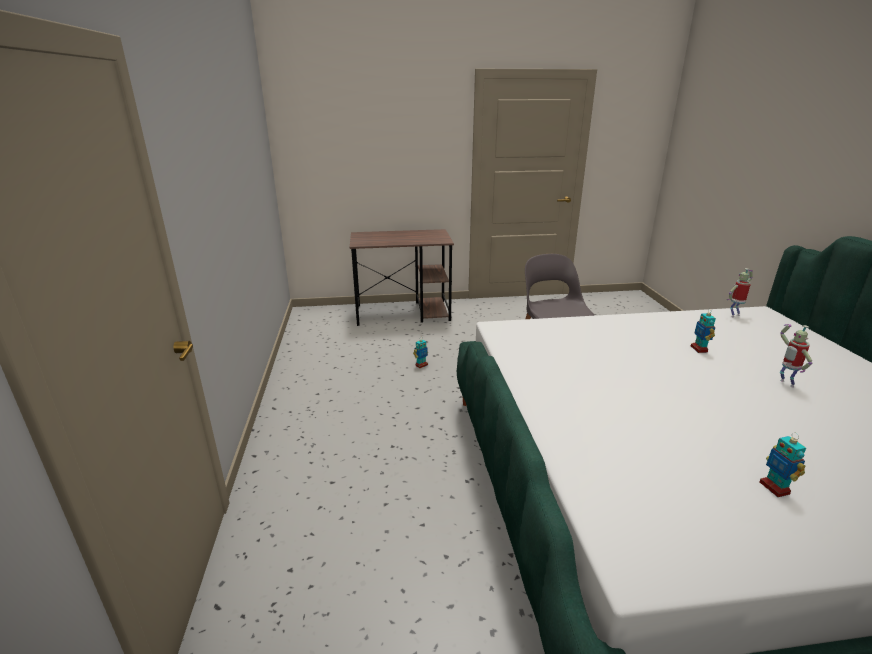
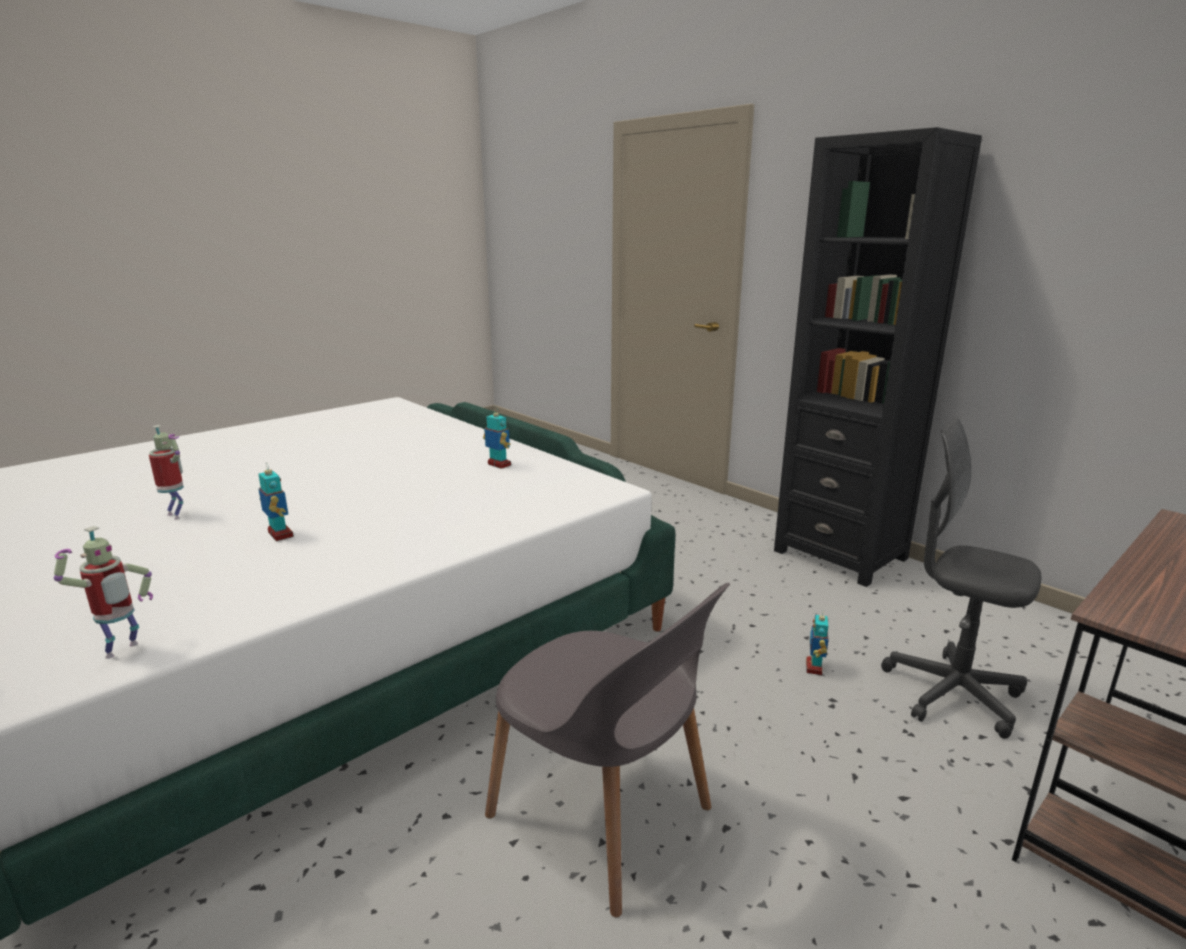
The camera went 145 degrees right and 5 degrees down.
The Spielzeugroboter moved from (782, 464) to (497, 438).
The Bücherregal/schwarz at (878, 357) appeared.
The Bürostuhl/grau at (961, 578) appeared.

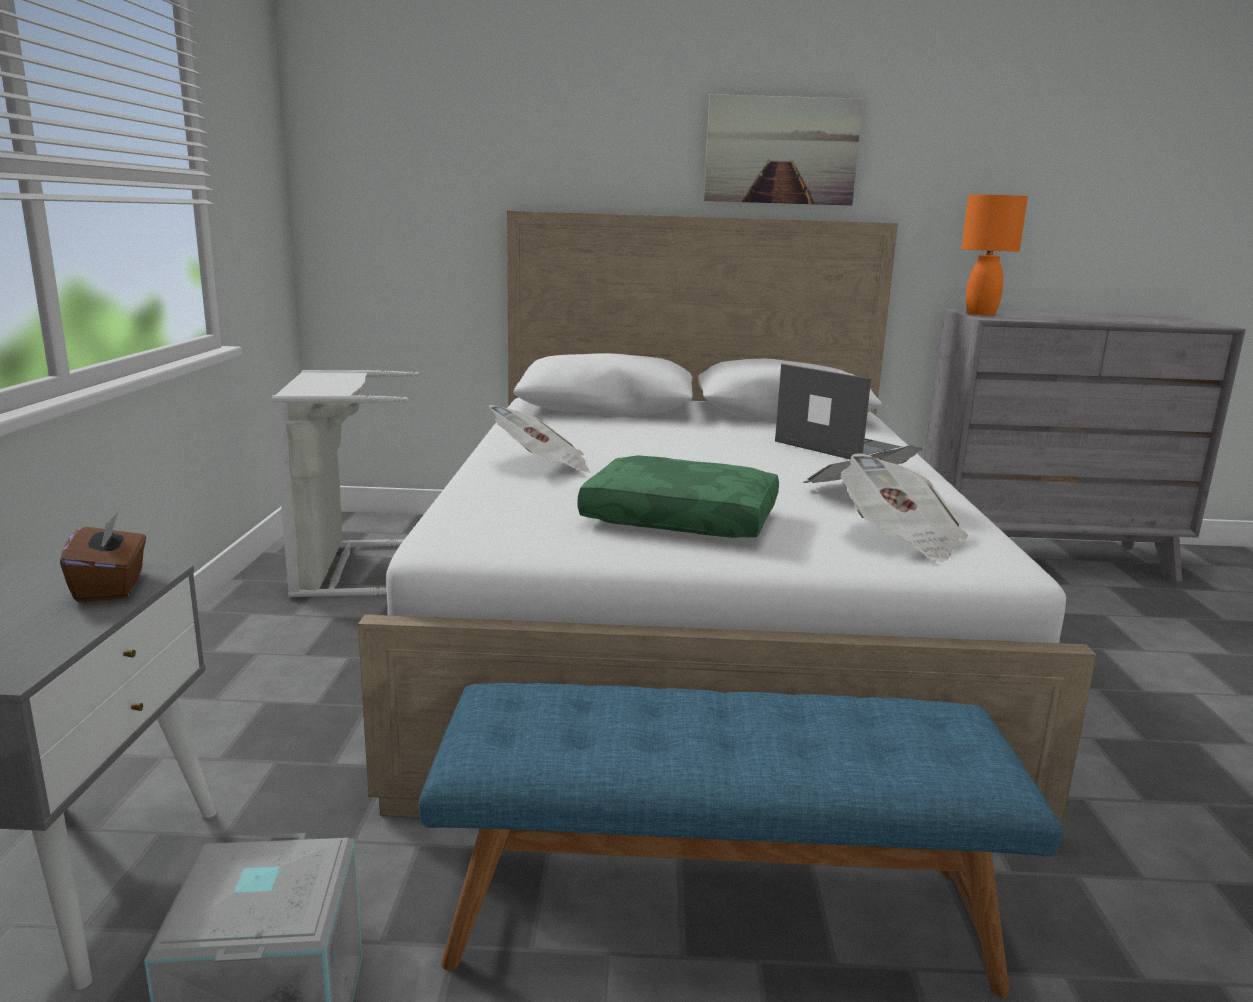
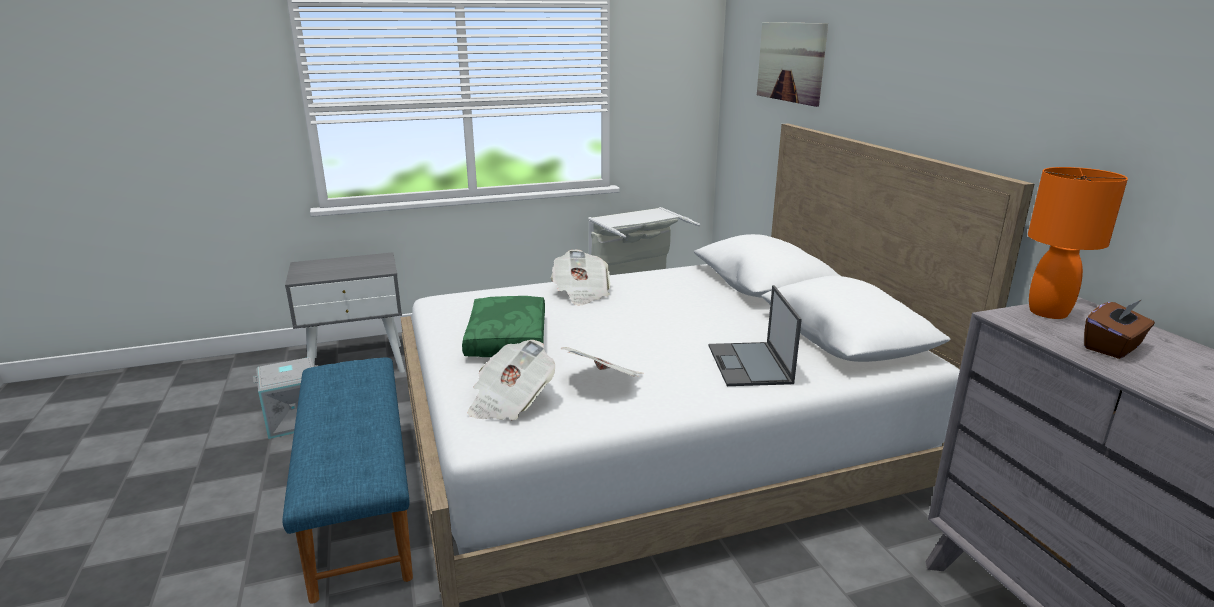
The camera went 70 degrees right and 5 degrees up.
The Taschentuchbox/braun moved from (103, 556) to (1119, 329).
The Bild moved from (783, 150) to (792, 64).
The Laptop at (838, 411) turned 150 degrees clockwise.

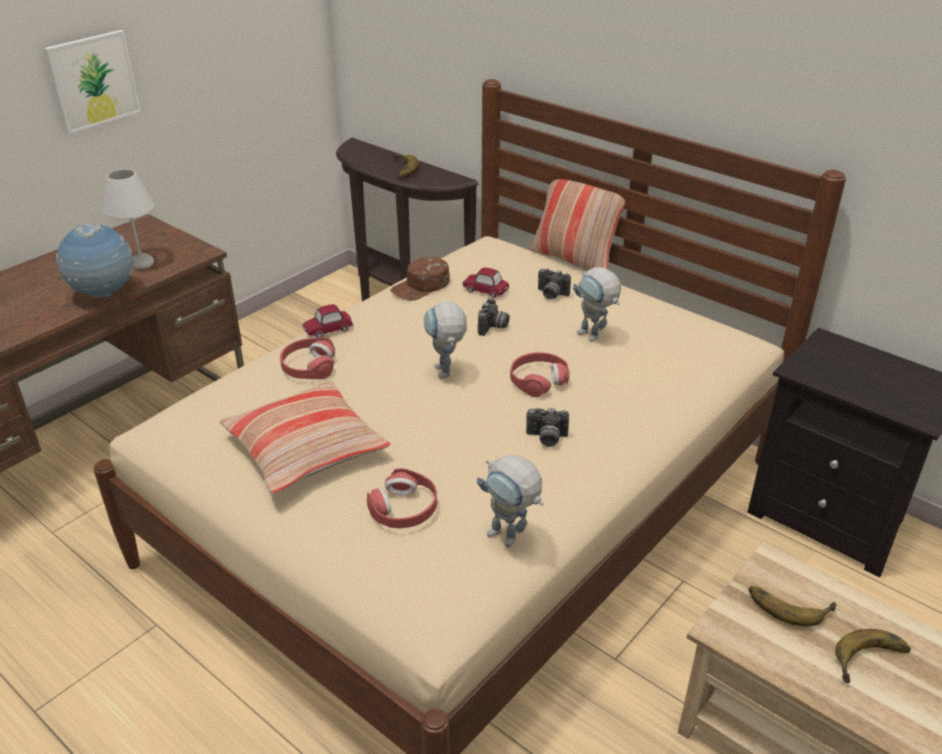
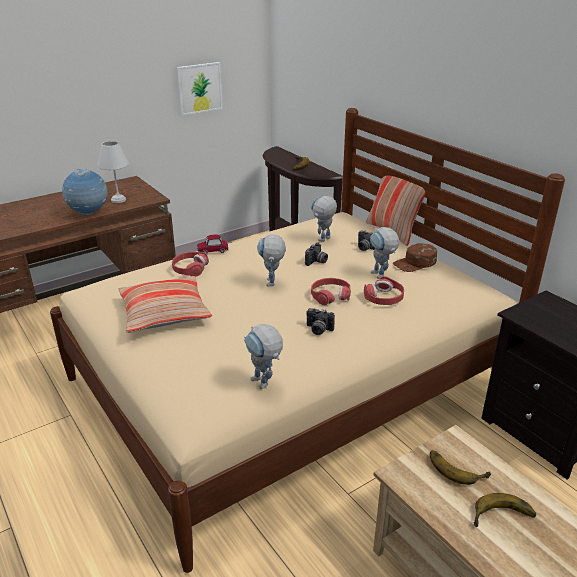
The camera went 15 degrees right and 5 degrees down.
The Bild moved from (92, 82) to (200, 88).
The Kopfhörer/rot moved from (402, 498) to (384, 290).
The Kappe/braun moved from (420, 279) to (415, 257).
The Spielzeugauto at (486, 283) was replaced by the Spielzeugroboter at (324, 219).

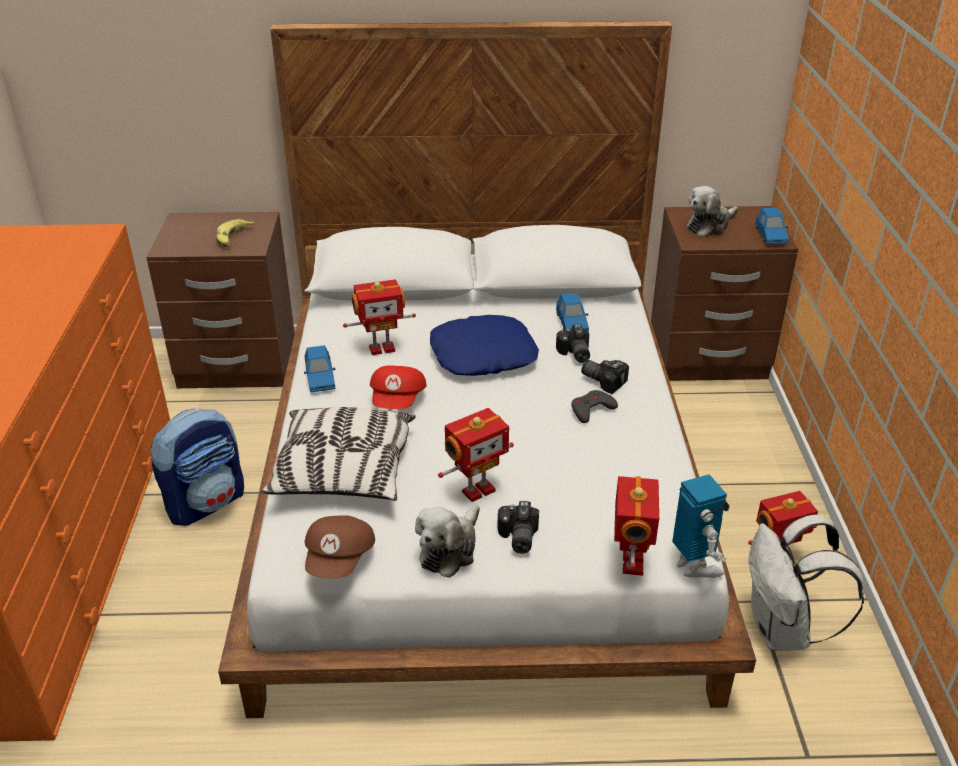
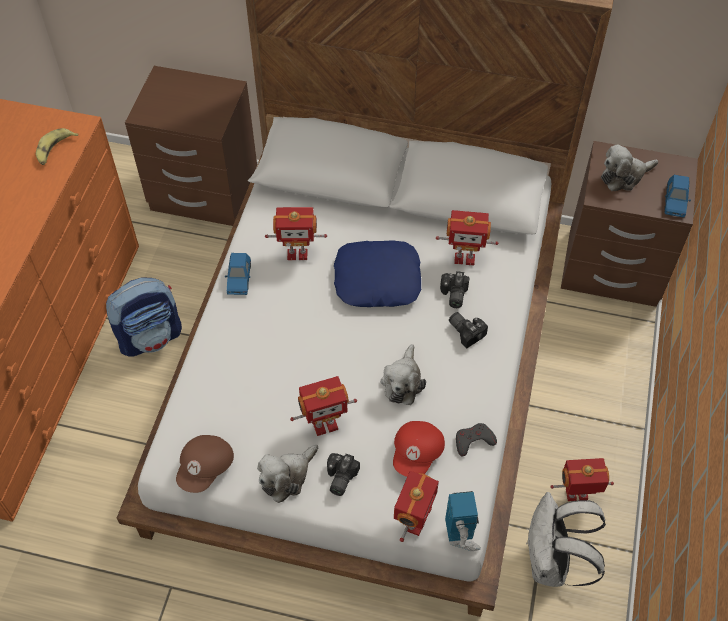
The camera went 15 degrees right and 20 degrees up.
The Banane moved from (235, 233) to (57, 146).
The Kissen at (338, 454) disappeared.
The Kappe/rot moved from (398, 387) to (419, 449).
The Spielzeugauto/blau at (572, 312) was replaced by the Spielzeugroboter at (467, 238).
The Gamepad/grau moved from (594, 406) to (476, 439).
The Plüschtier at (403, 374) appeared.

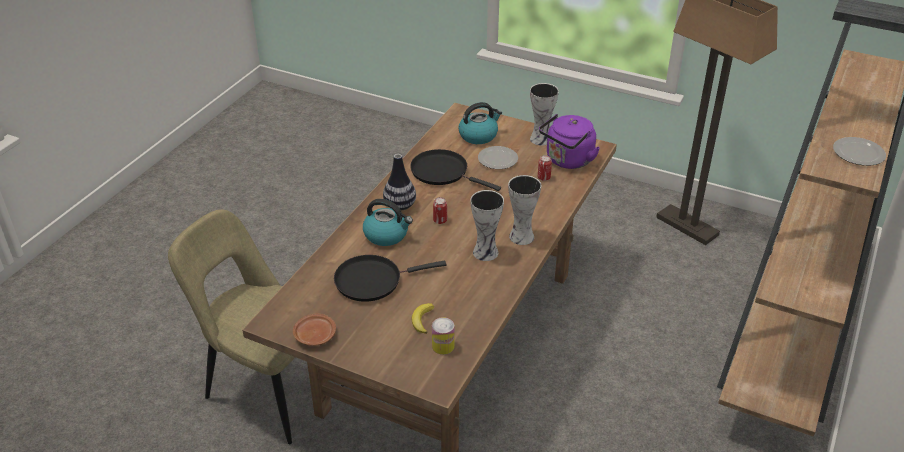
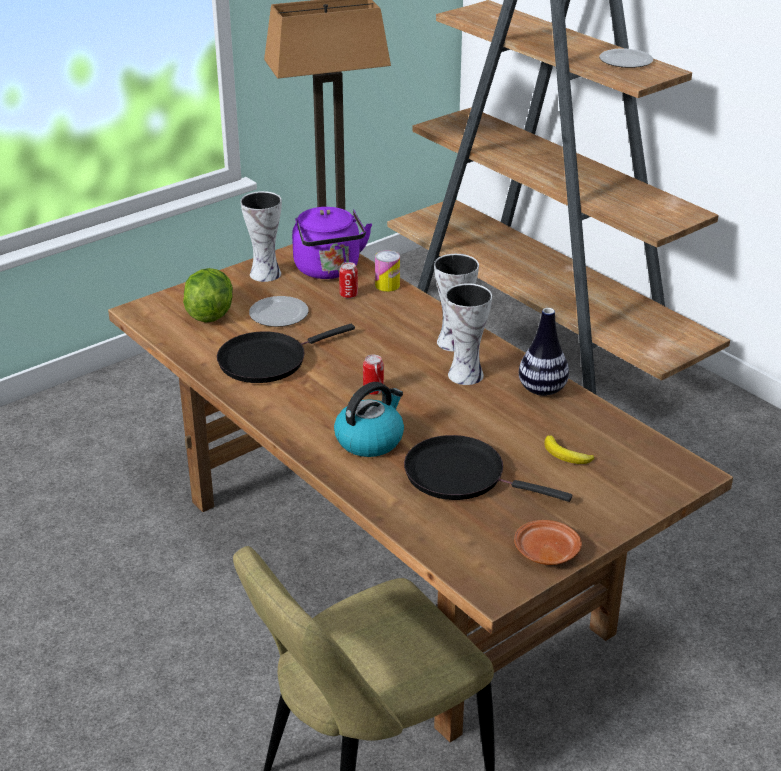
The camera went 65 degrees left and 5 degrees down.
The Pfanne/schwarz at (390, 278) turned 105 degrees clockwise.
The Vase moved from (399, 182) to (544, 352).
The Dose moved from (443, 336) to (387, 271).
The Wasserkessel at (480, 123) was replaced by the Salatkopf at (208, 295).

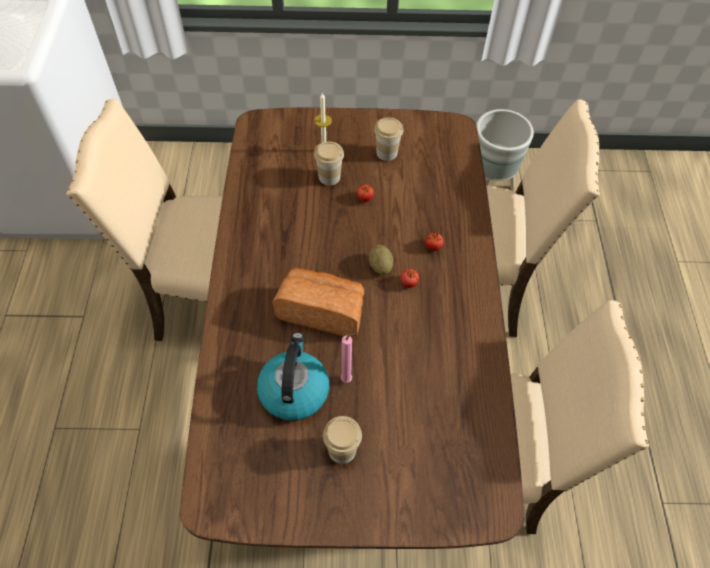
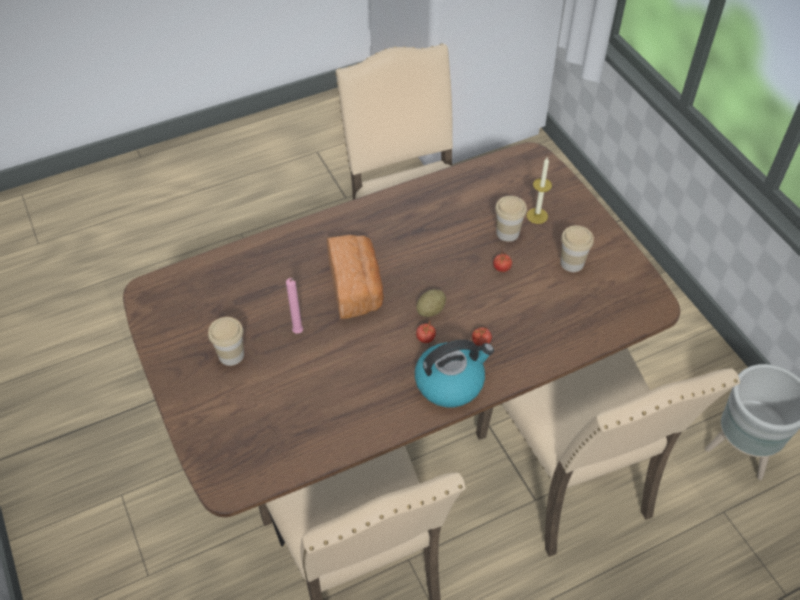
The camera went 65 degrees right and 5 degrees down.
The Wasserkessel moved from (293, 377) to (454, 374).

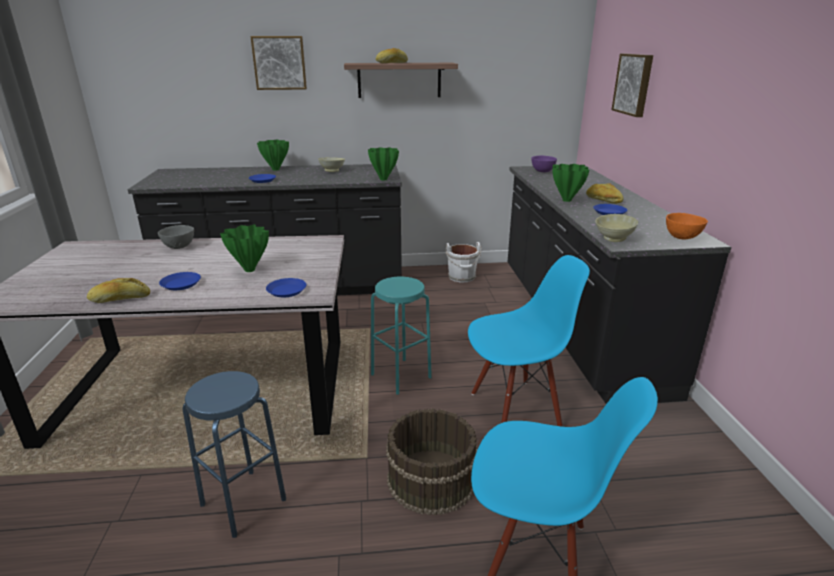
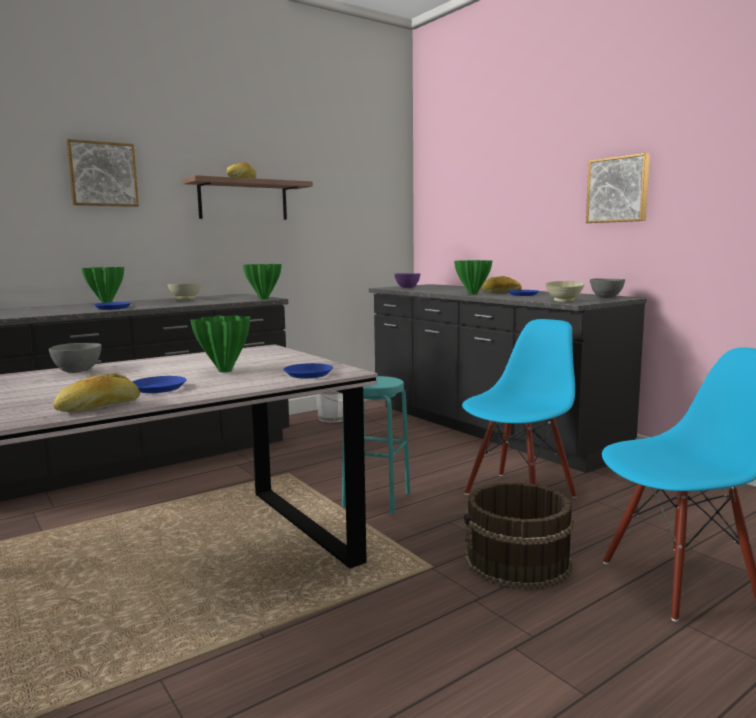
The camera went 30 degrees left and 15 degrees down.
The Hocker/blau at (234, 454) disappeared.
The Bild moved from (632, 85) to (618, 188).
The Schüssel/orange at (687, 226) became the Schüssel/grau at (607, 288).

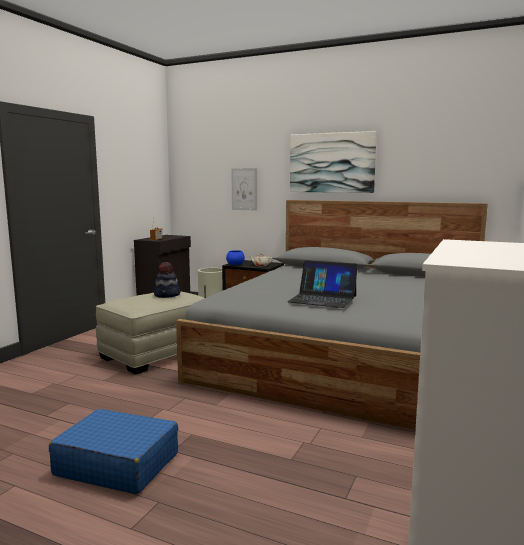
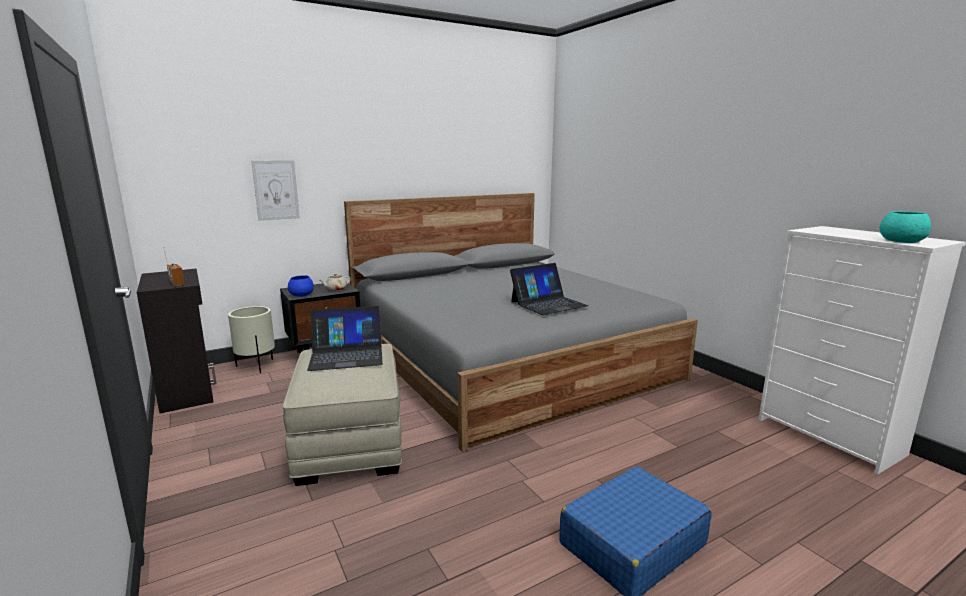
The camera went 55 degrees left and 5 degrees up.
The Hut at (167, 280) was replaced by the Laptop at (345, 338).
The Bild at (333, 162) disappeared.
The Schüssel/türkis at (905, 227) appeared.

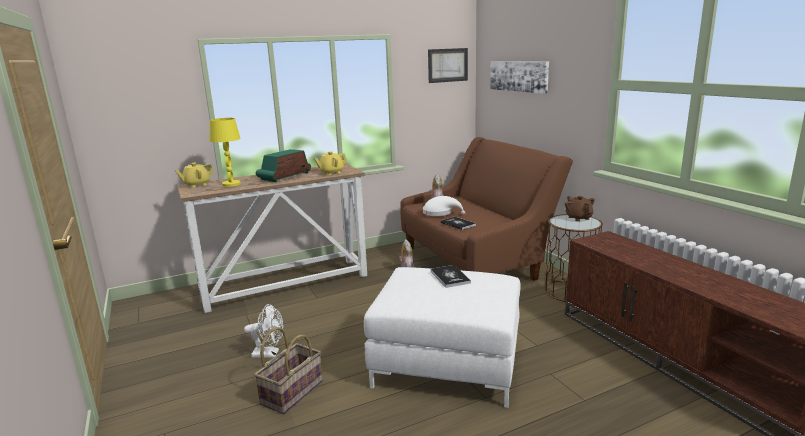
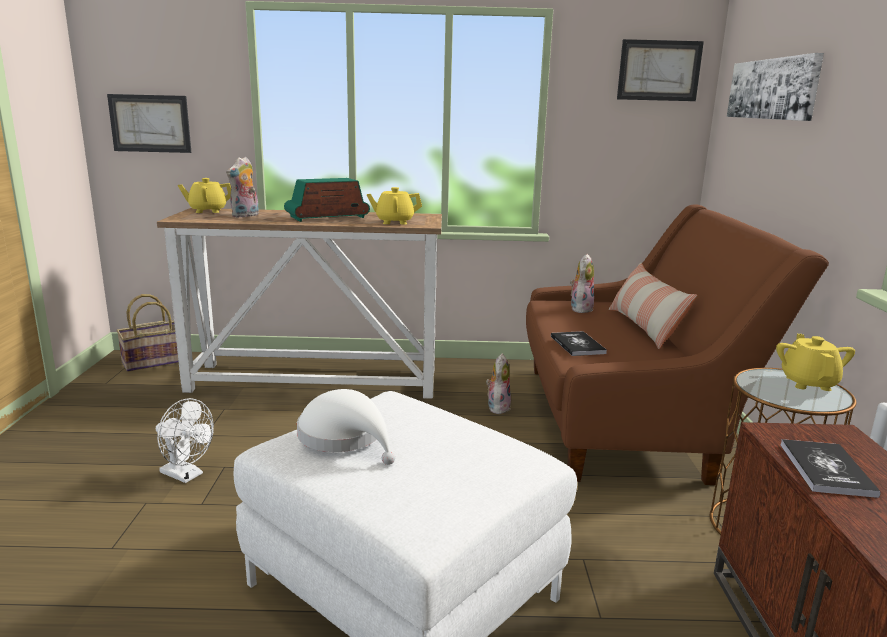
The camera went 25 degrees right and 0 degrees up.
The Tischlampe/gelb at (225, 152) was replaced by the Plüschtier at (242, 187).
The Korb moved from (288, 370) to (147, 333).
The Hut/weiß moved from (444, 206) to (346, 427).
The Buch moved from (451, 276) to (831, 468).
The Teekanne/braun at (580, 208) became the Teekanne/gelb at (815, 362).
The Bild at (149, 123) appeared.
The Kissen at (653, 306) appeared.

